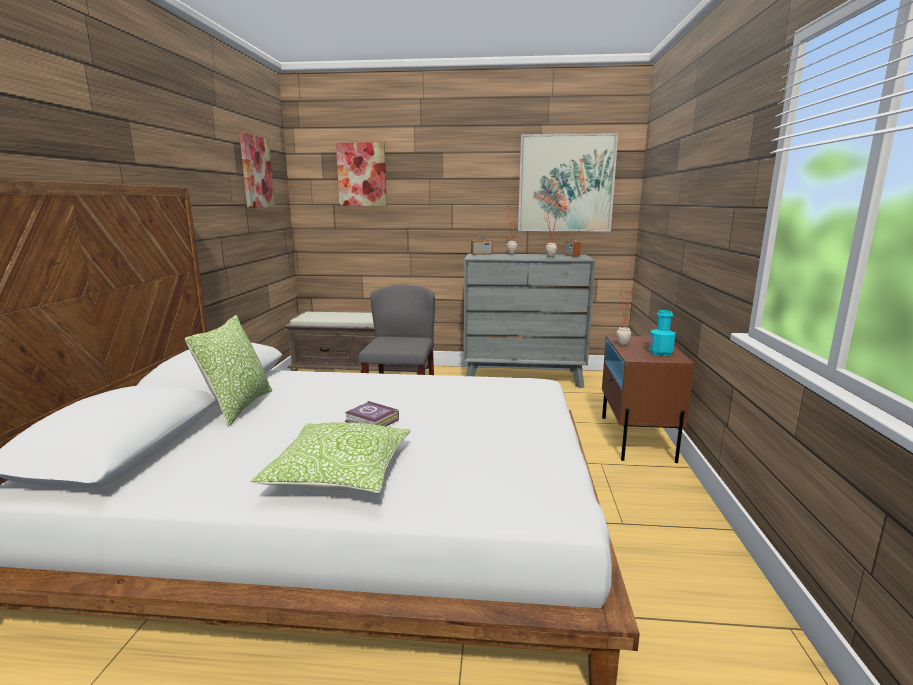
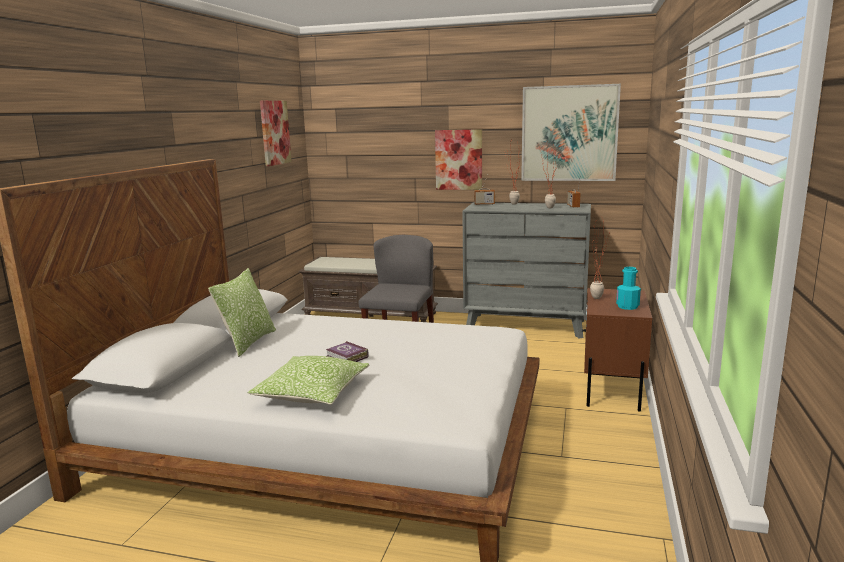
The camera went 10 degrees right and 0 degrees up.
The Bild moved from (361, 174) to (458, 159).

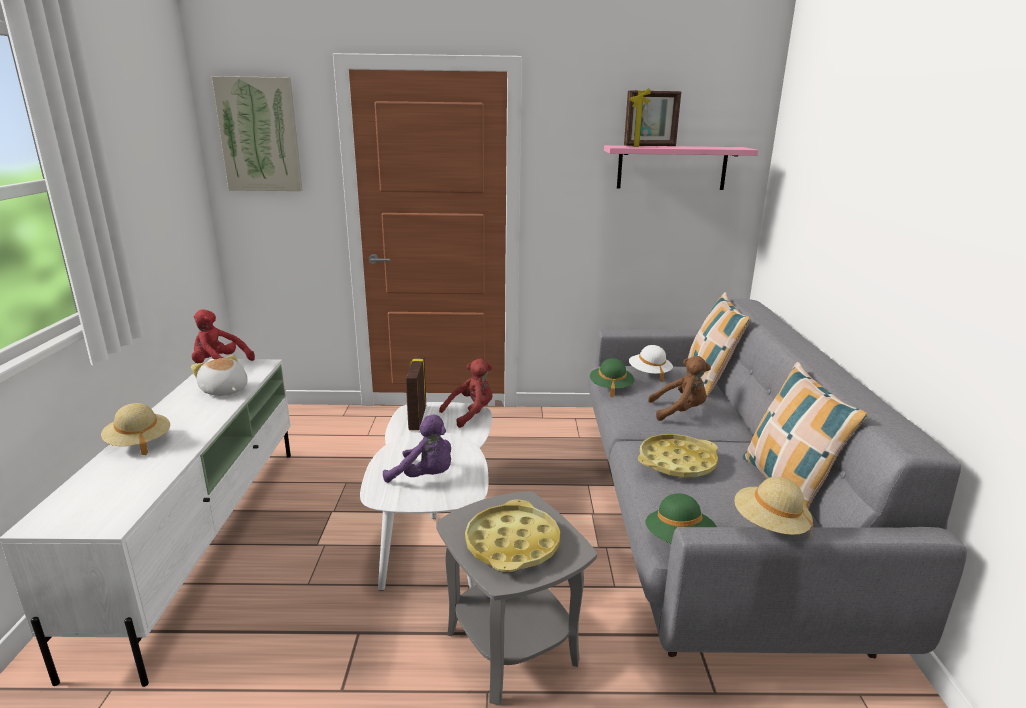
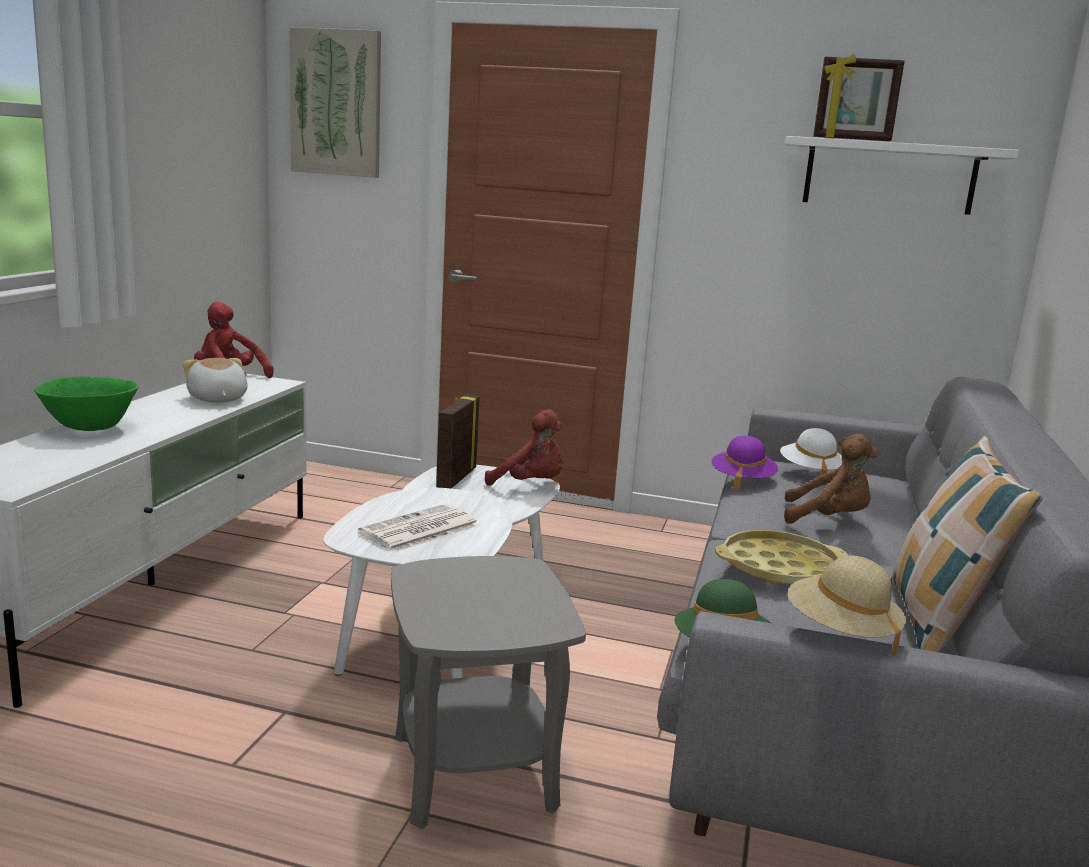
The camera went 15 degrees right and 5 degrees down.
The Hut/beige at (135, 429) was replaced by the Schüssel/grün at (86, 403).
The Plüschtier/lila at (417, 449) was replaced by the Zeitung at (418, 528).
The Plüschtier/rot at (465, 393) turned 45 degrees clockwise.
The Tablett/gelb at (512, 536) disappeared.
The Hut/grün at (612, 377) became the Hut/lila at (745, 463).
The Wandregal/rosa at (681, 167) became the Wandregal/weiß at (902, 175).
The Kissen at (719, 344) disappeared.

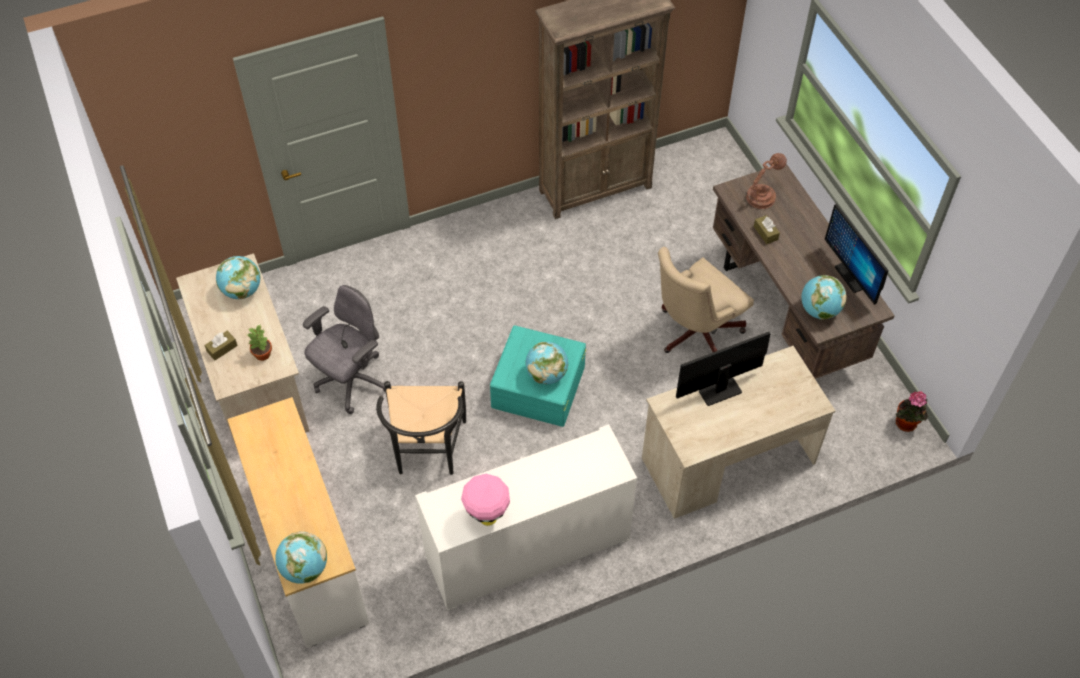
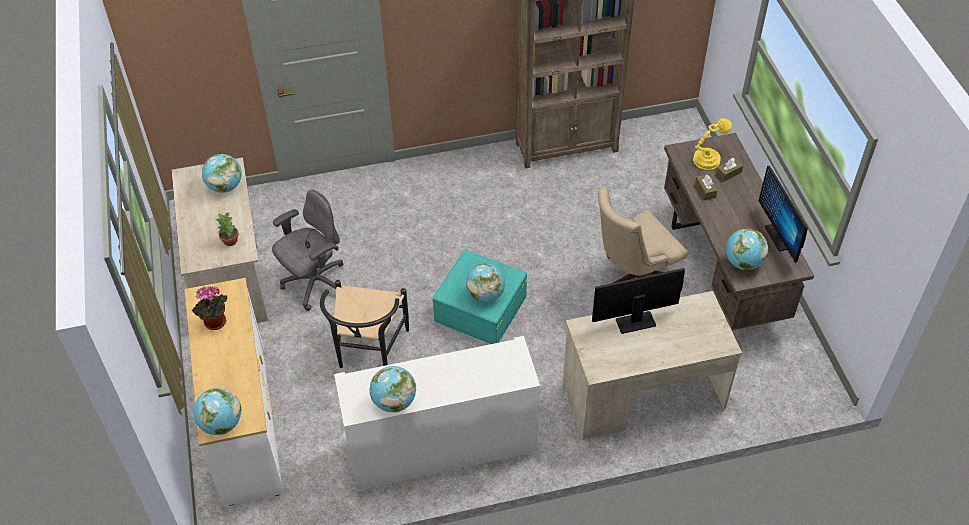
The camera went 10 degrees right and 5 degrees down.
The Taschentuchbox/braun moved from (221, 345) to (729, 170).
The Tischlampe/rosa at (485, 500) was replaced by the Globus at (393, 389).
The Tischlampe/braun at (766, 181) became the Tischlampe/gelb at (712, 144).
The Topfpflanze moved from (912, 411) to (209, 308).

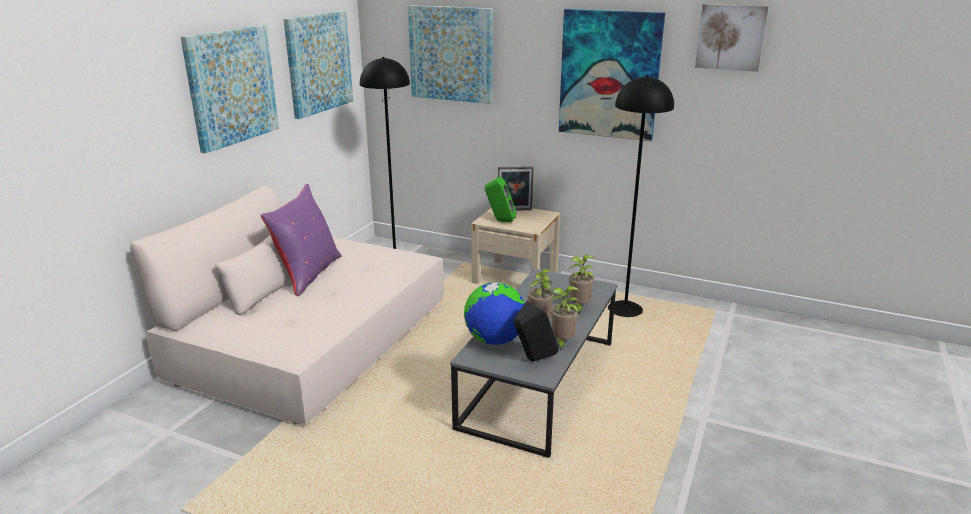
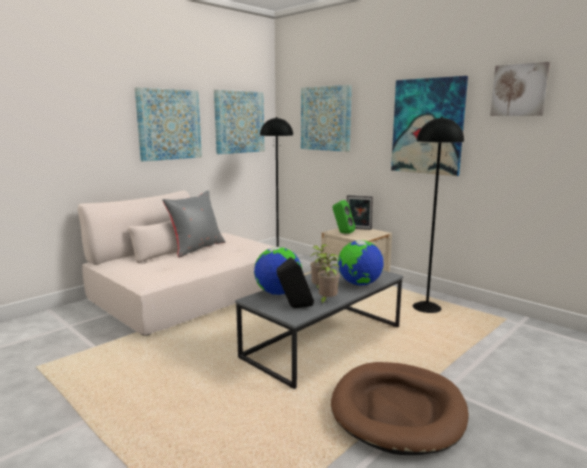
The camera went 20 degrees right and 10 degrees down.
The Kissen/lila at (301, 239) became the Kissen/grau at (194, 224).
The Topfpflanze at (582, 285) was replaced by the Globus at (361, 263).
The Hundebett/braun at (400, 408) appeared.

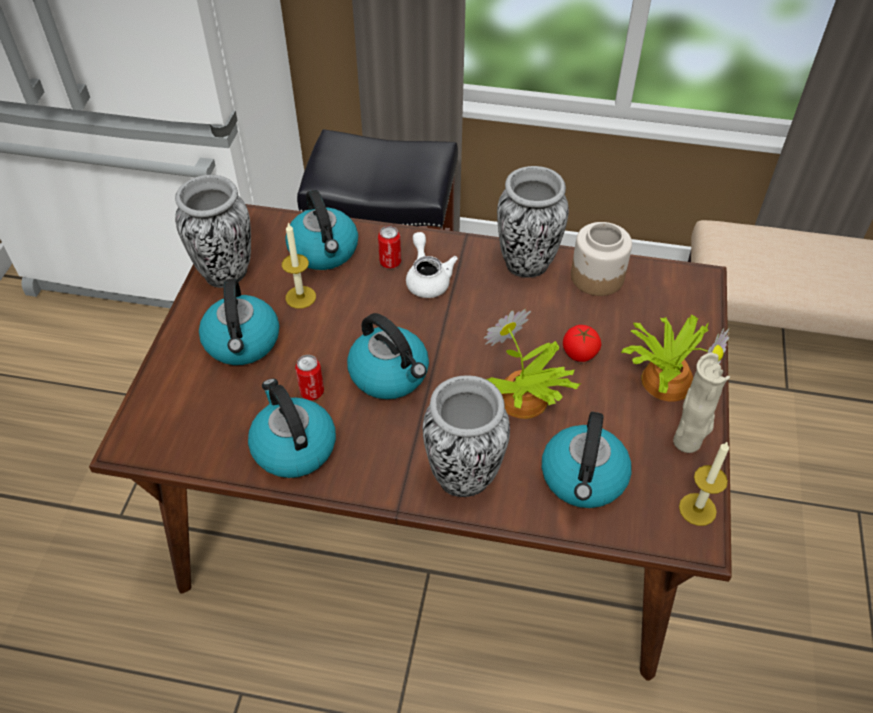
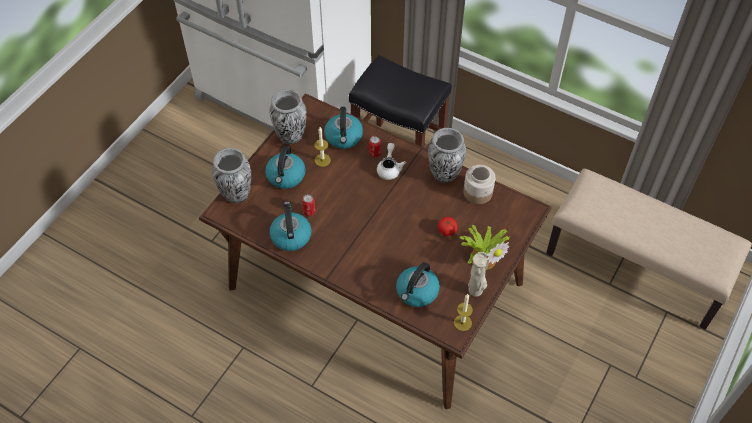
The camera went 20 degrees right and 5 degrees up.
The Wasserkessel at (388, 356) disappeared.
The Vase moved from (466, 436) to (231, 175).
The Topfpflanze at (532, 364) disappeared.

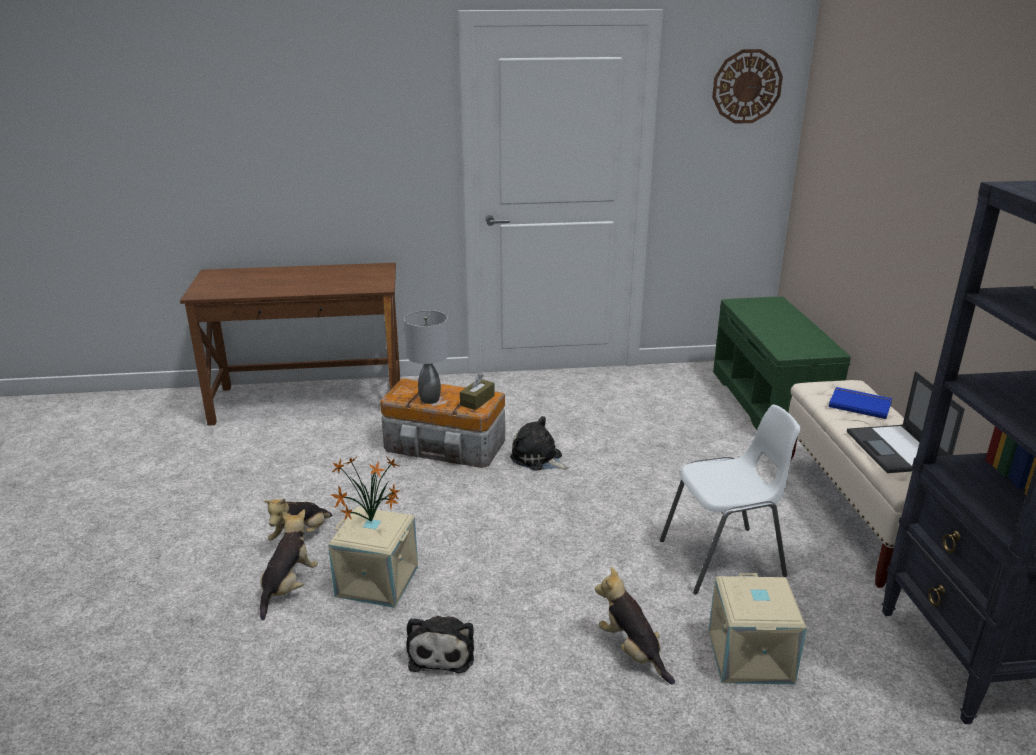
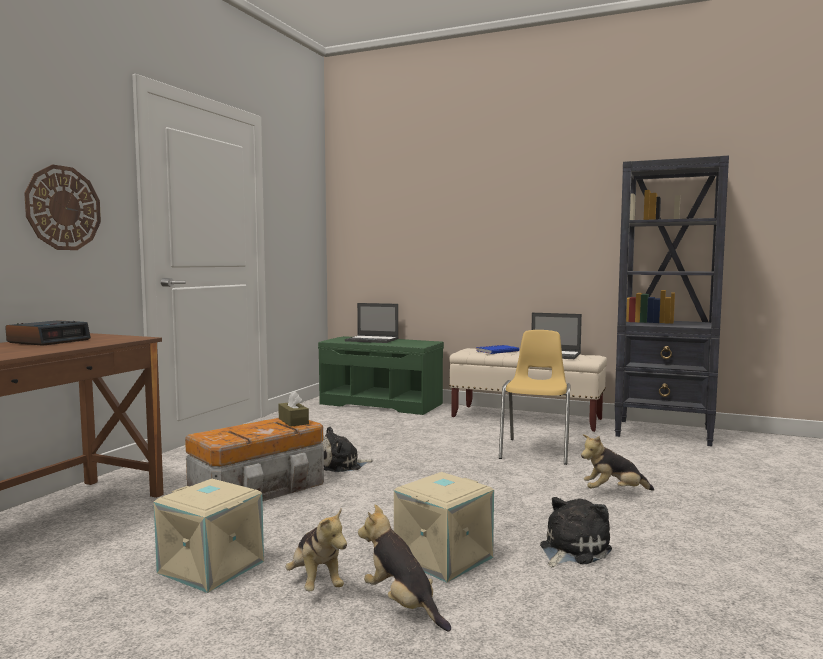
The camera went 60 degrees left and 20 degrees down.
The Topfpflanze at (365, 488) disappeared.
The Tischlampe/grau at (426, 357) disappeared.
The Plüschtier at (440, 644) turned 75 degrees counterclockwise.
The Stuhl/weiß at (730, 499) became the Stuhl/gelb at (534, 397).
The Aufbewahrungsbox/beige moved from (757, 628) to (209, 536).
The Wanduhr moved from (747, 86) to (62, 207).
The Wecker at (48, 333) appeared.
The Laptop at (372, 323) appeared.

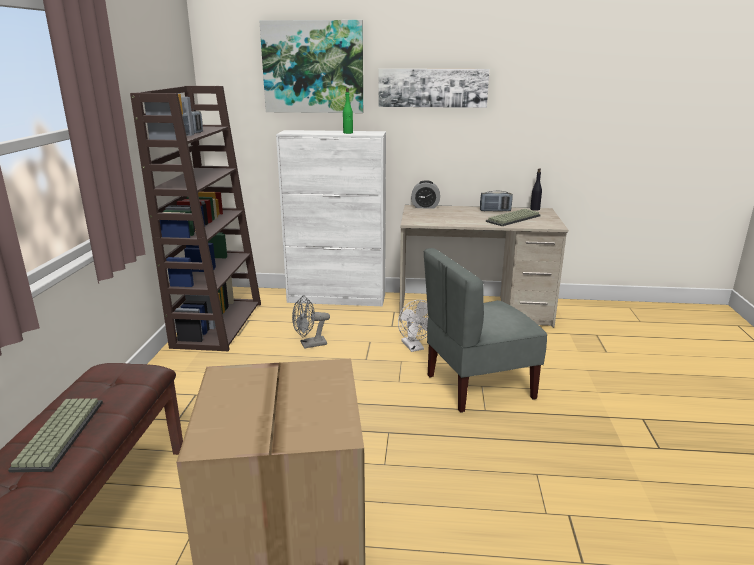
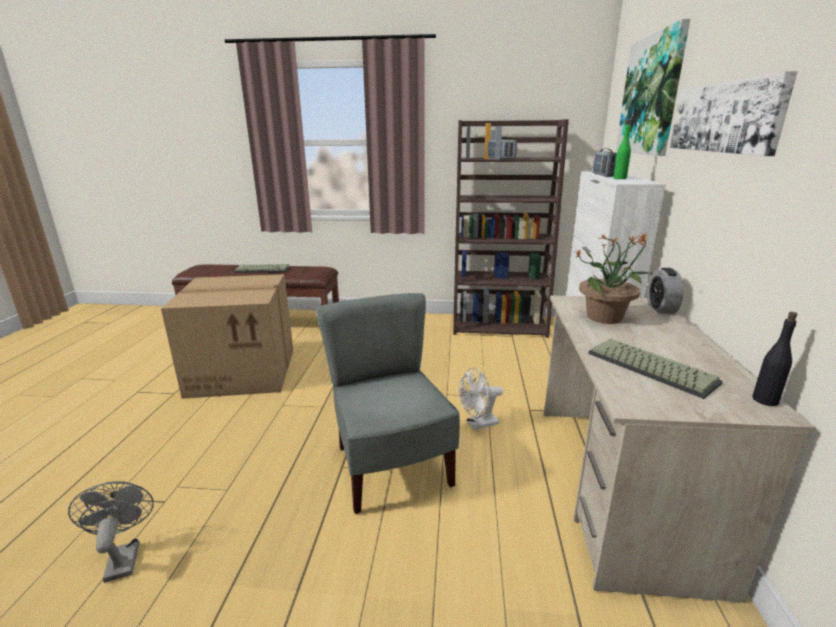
The camera went 90 degrees right and 0 degrees up.
The Ventilator/grau moved from (311, 322) to (111, 532).
The Radio moved from (496, 201) to (605, 162).
The Topfpflanze at (614, 278) appeared.

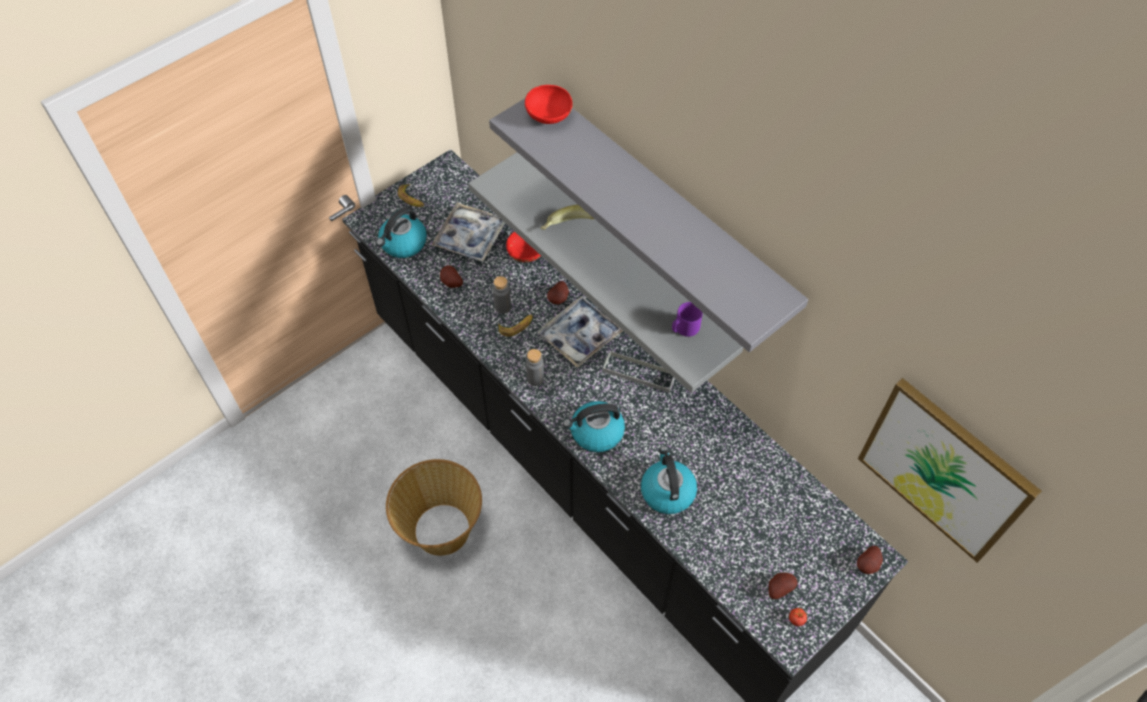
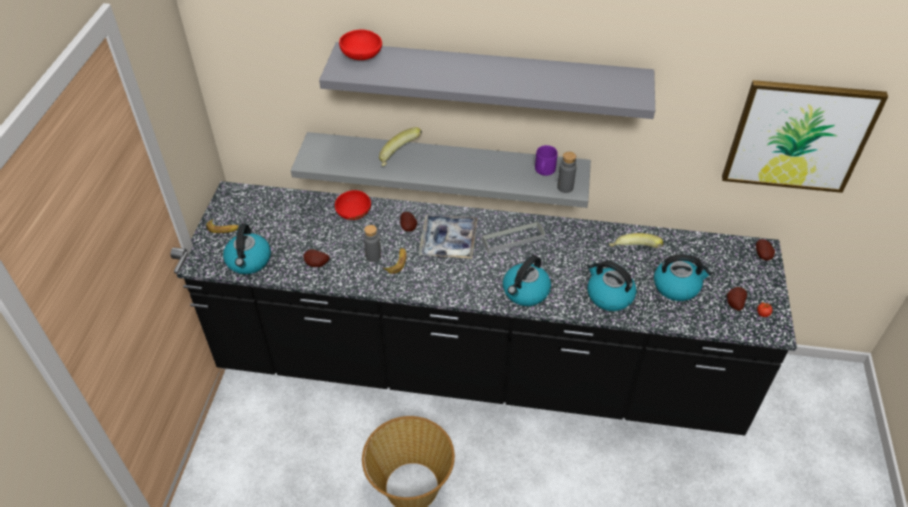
The camera went 40 degrees left and 10 degrees down.
The Tablett at (468, 232) disappeared.
The Flasche/grau moved from (535, 367) to (567, 172).
The Banane at (636, 240) appeared.
The Wasserkessel at (684, 277) appeared.

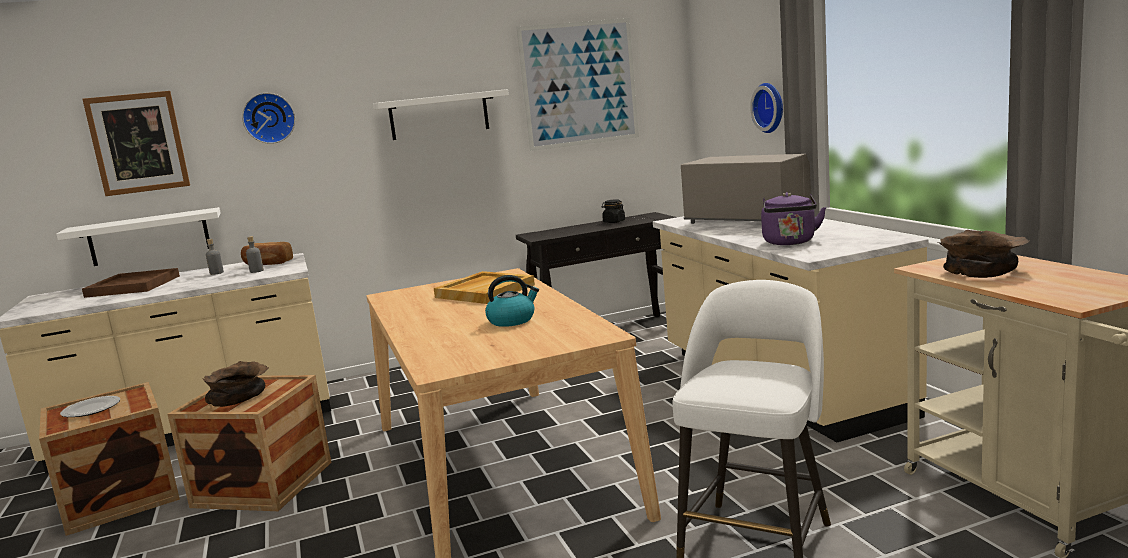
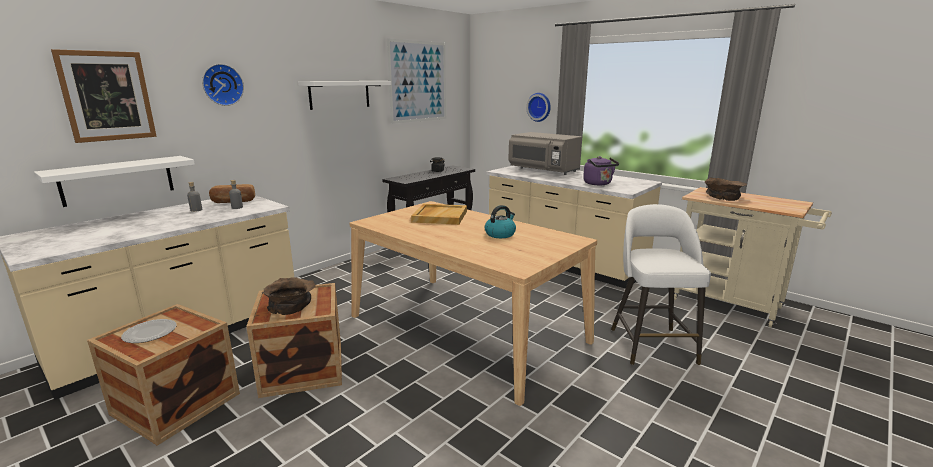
The camera went 30 degrees left and 5 degrees up.
The Tablett/braun at (131, 283) disappeared.
The Mikrowelle/grau at (746, 189) turned 150 degrees counterclockwise.

